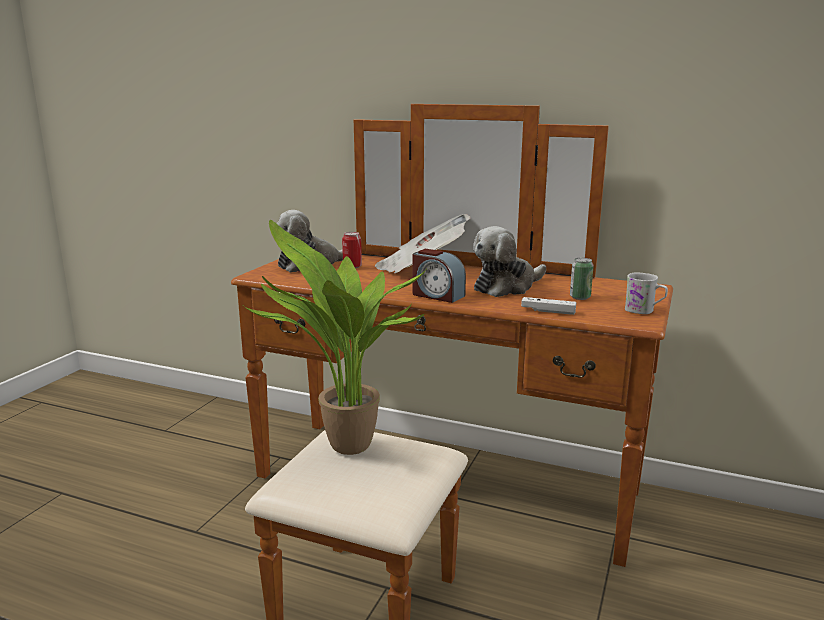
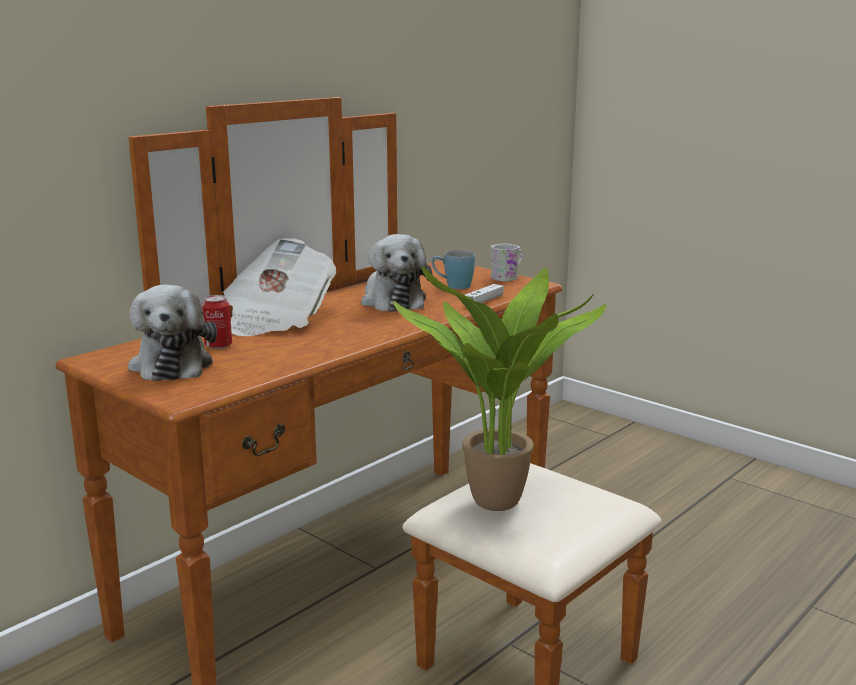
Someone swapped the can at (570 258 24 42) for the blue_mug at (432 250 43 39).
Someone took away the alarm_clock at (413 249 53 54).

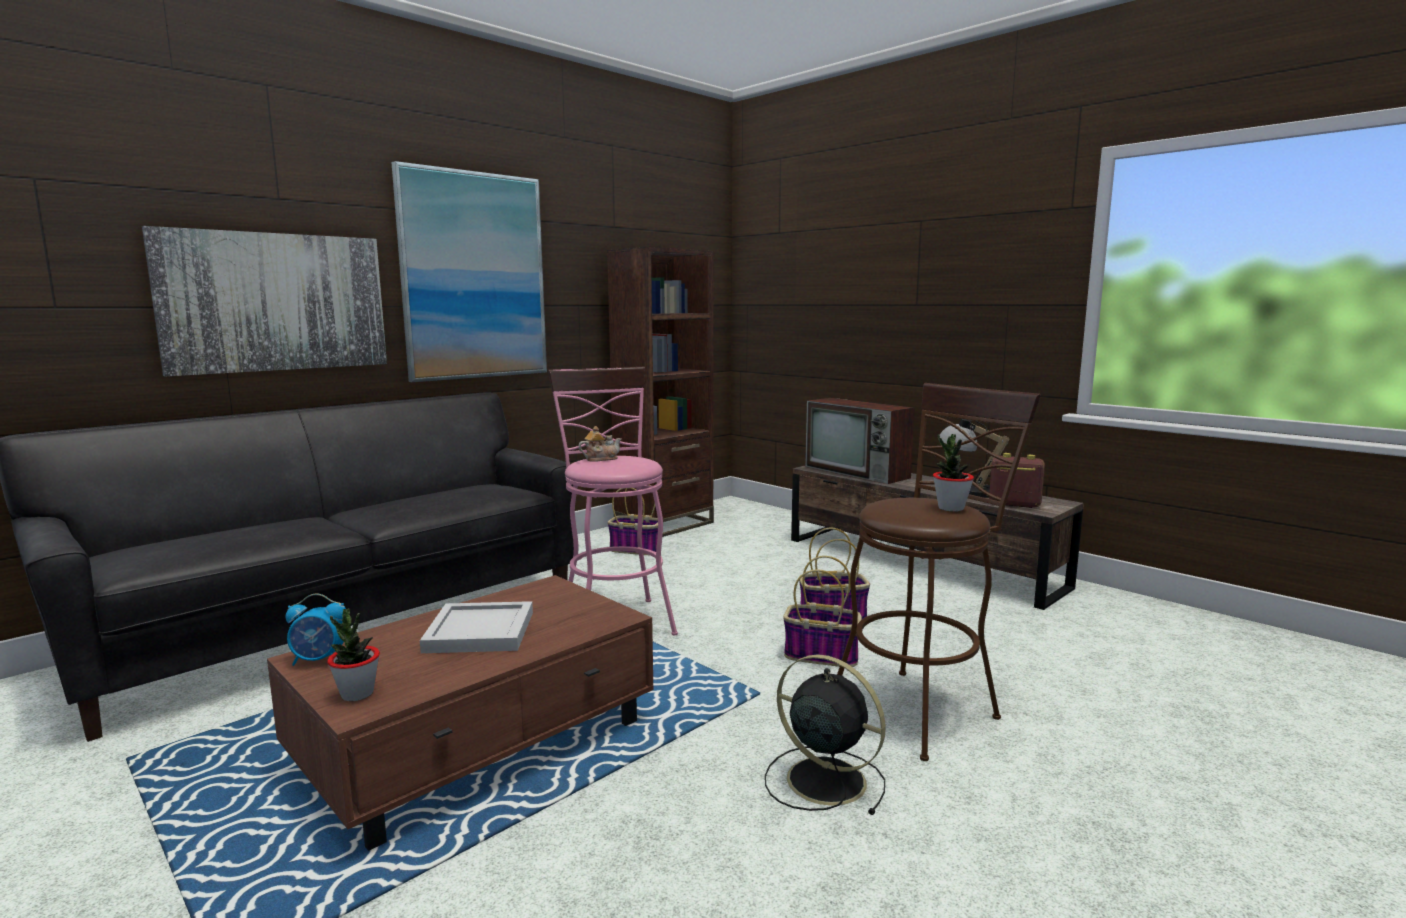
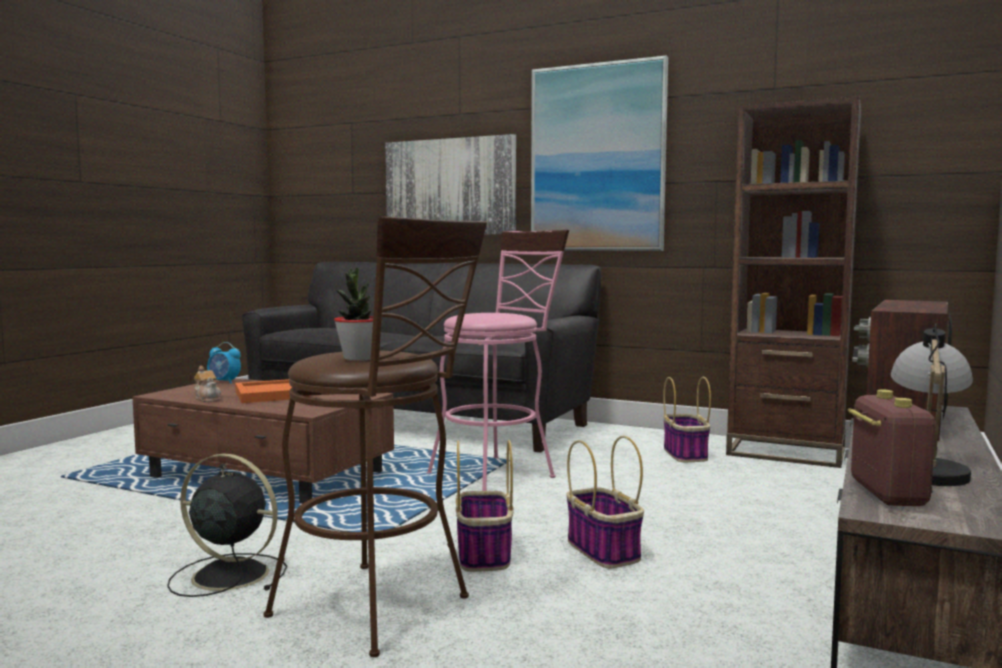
Someone rotated the black_fan at (765 654 121 161) by 90 degrees counterclockwise.
Someone carried the teapot from (578 426 44 36) to (194 366 27 36).
Someone rotated the alarm_clock at (286 594 60 72) by 45 degrees counterclockwise.
Someone repainted the white_tray at (420 601 113 52), which became the orange_tray at (235 379 75 24).
Someone took away the potted_plant at (327 608 53 93).

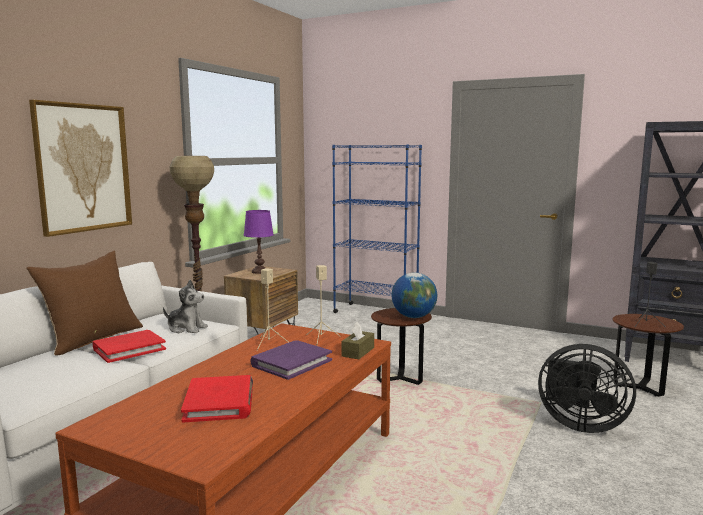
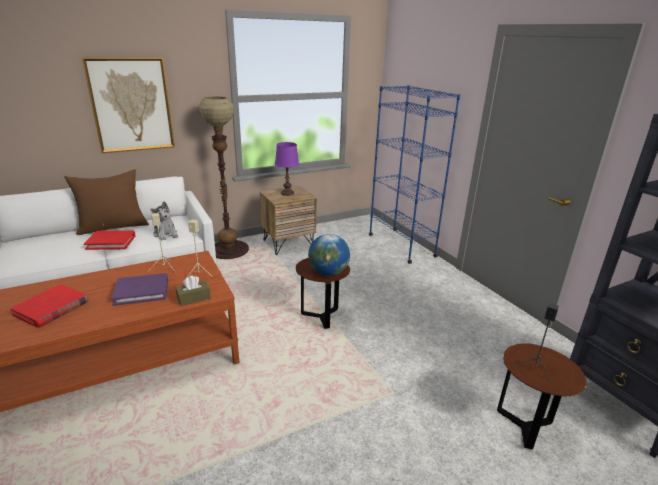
Someone took away the black_fan at (538 344 98 89).

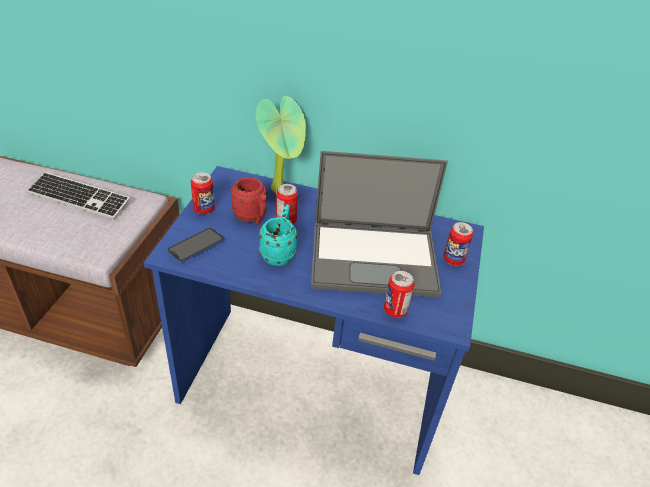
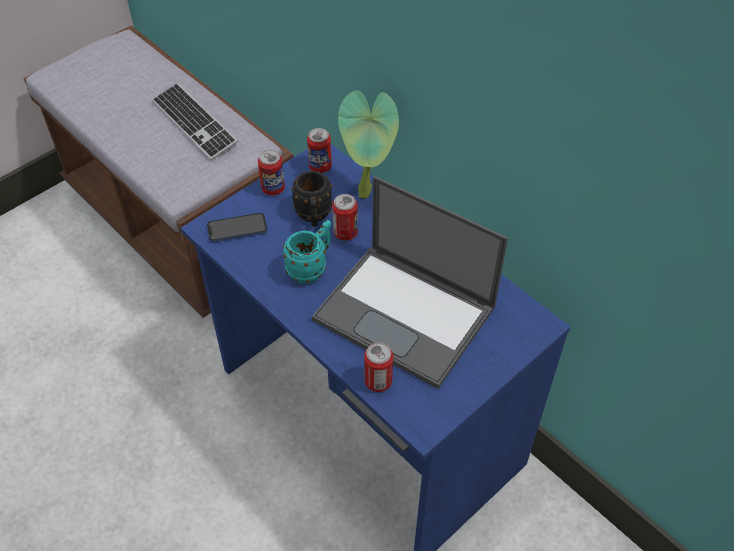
Someone repainted the red_mug at (231 177 36 47), which became the black_mug at (291 171 42 55).
Someone carried the can from (443 222 30 44) to (307 128 25 45).

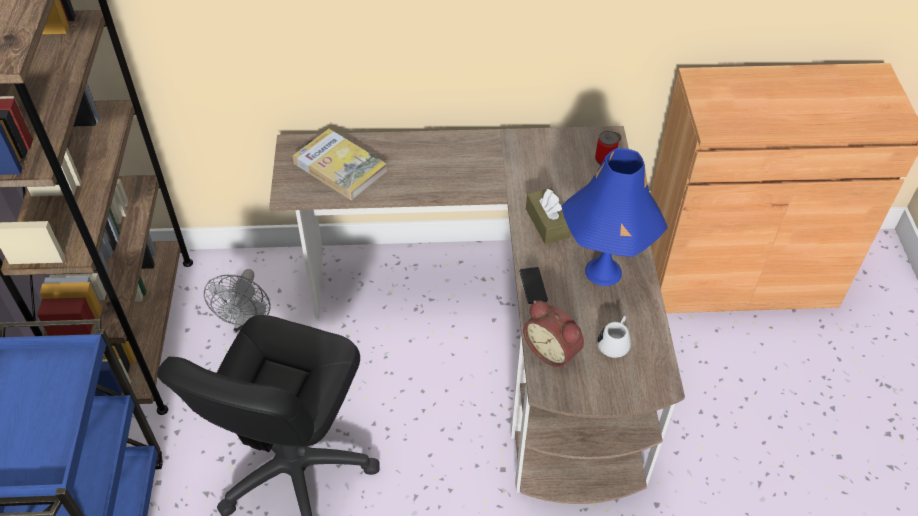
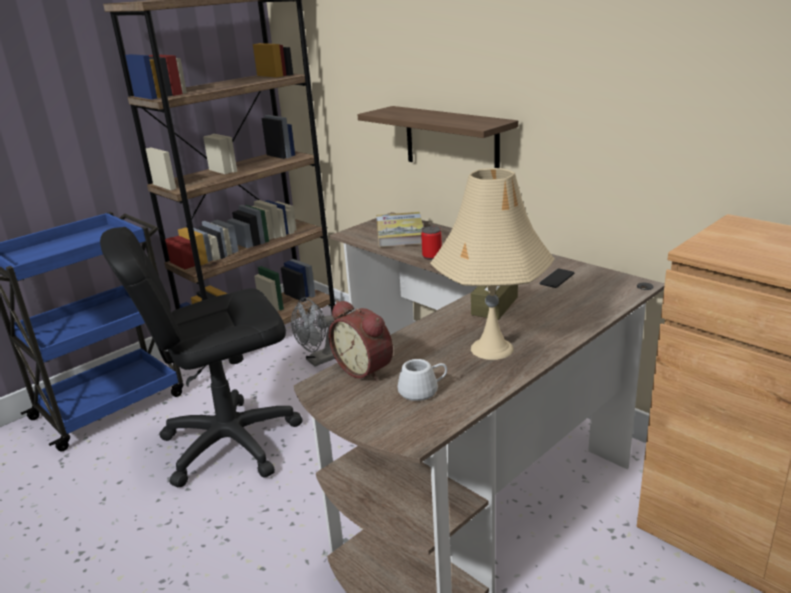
Someone rotated the alarm_clock at (523 300 61 68) by 45 degrees counterclockwise.
Someone put up the shelf at (357 106 161 62).
Someone carried the can from (595 131 24 34) to (421 226 21 34).
Someone repainted the blue_table_lamp at (561 148 107 138), which became the beige_table_lamp at (430 168 124 192).
Someone carried the phone from (519 267 29 37) to (539 268 36 20).

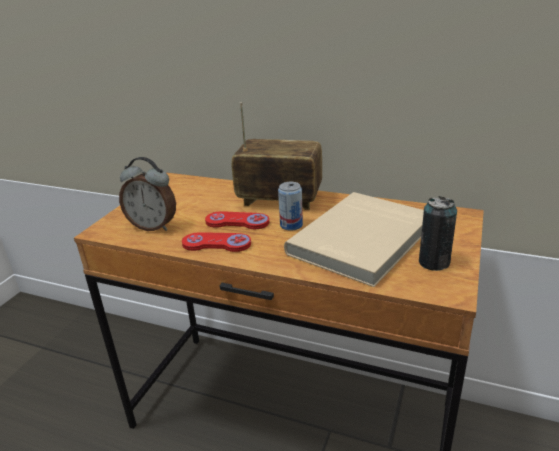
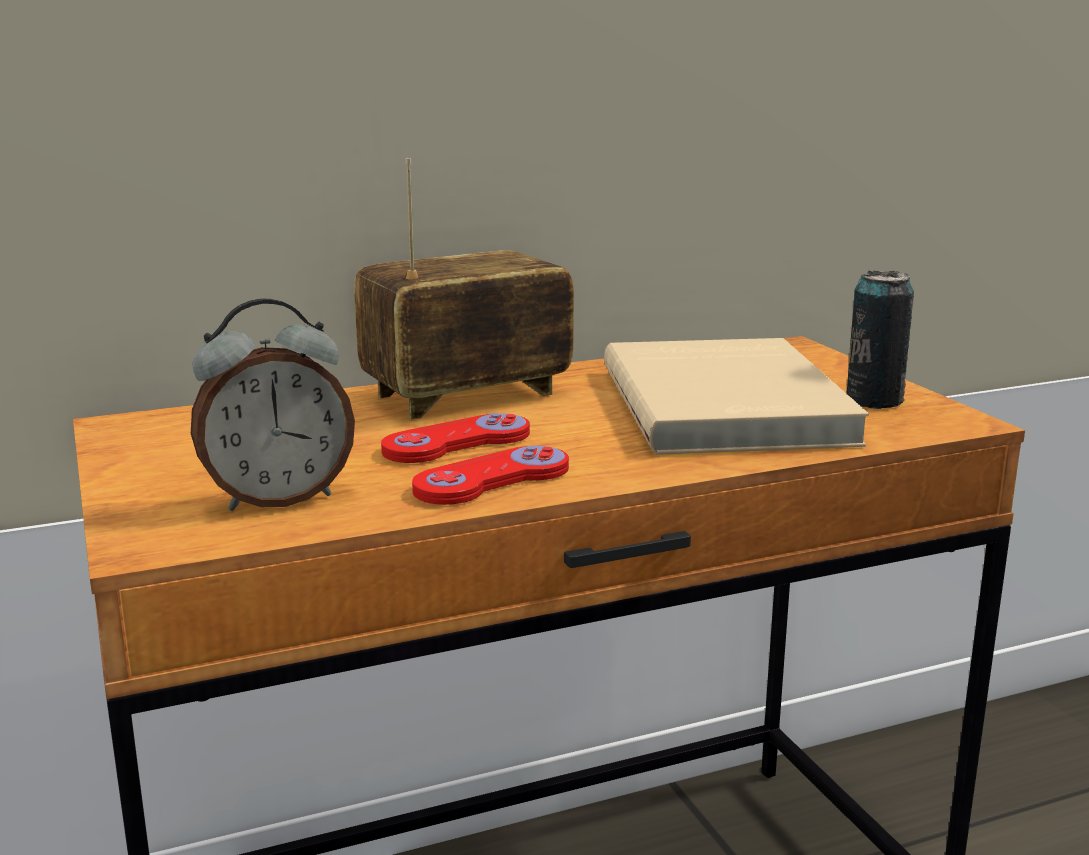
Someone took away the can at (278 182 25 49).

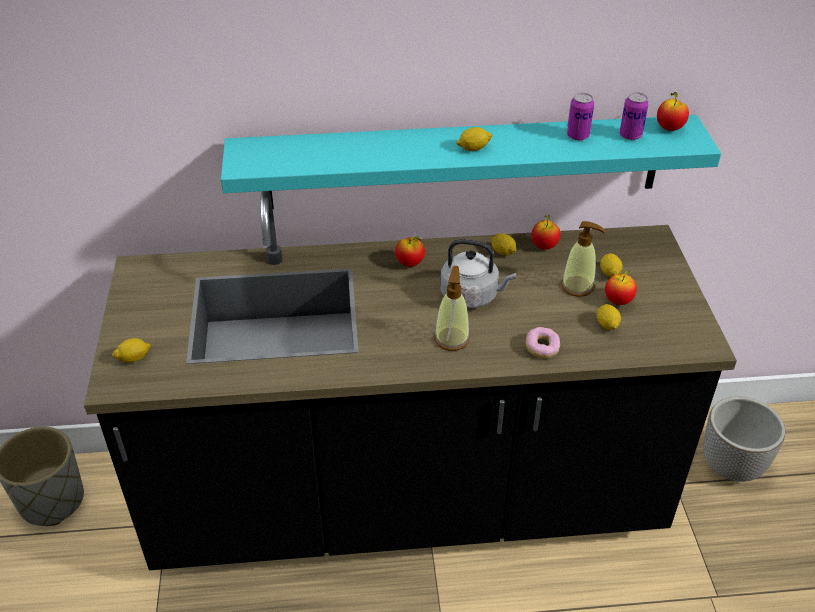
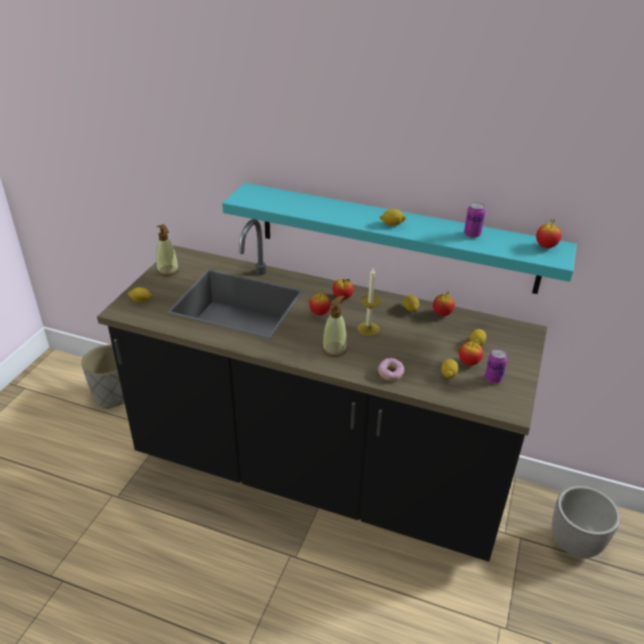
Someone carried the soap_dispenser from (561 221 45 76) to (156 224 23 52).
Someone put down the apple at (309 289 22 26).
Someone swapped the grey_kettle at (440 239 76 69) for the candle at (357 268 23 68).
Someone carried the can from (620 92 29 48) to (485 349 22 35).

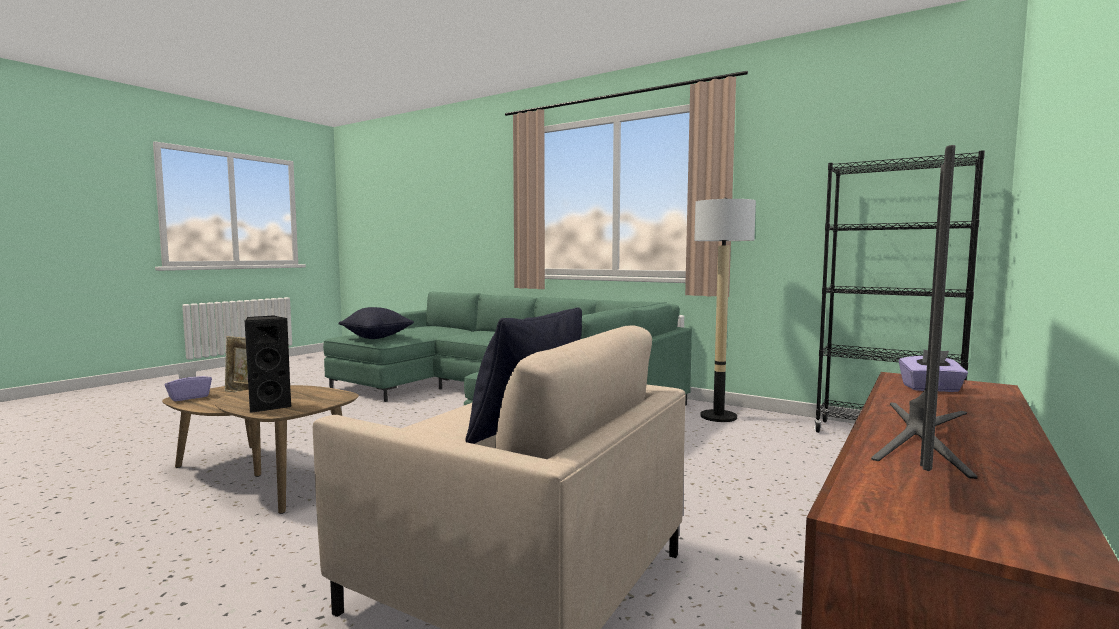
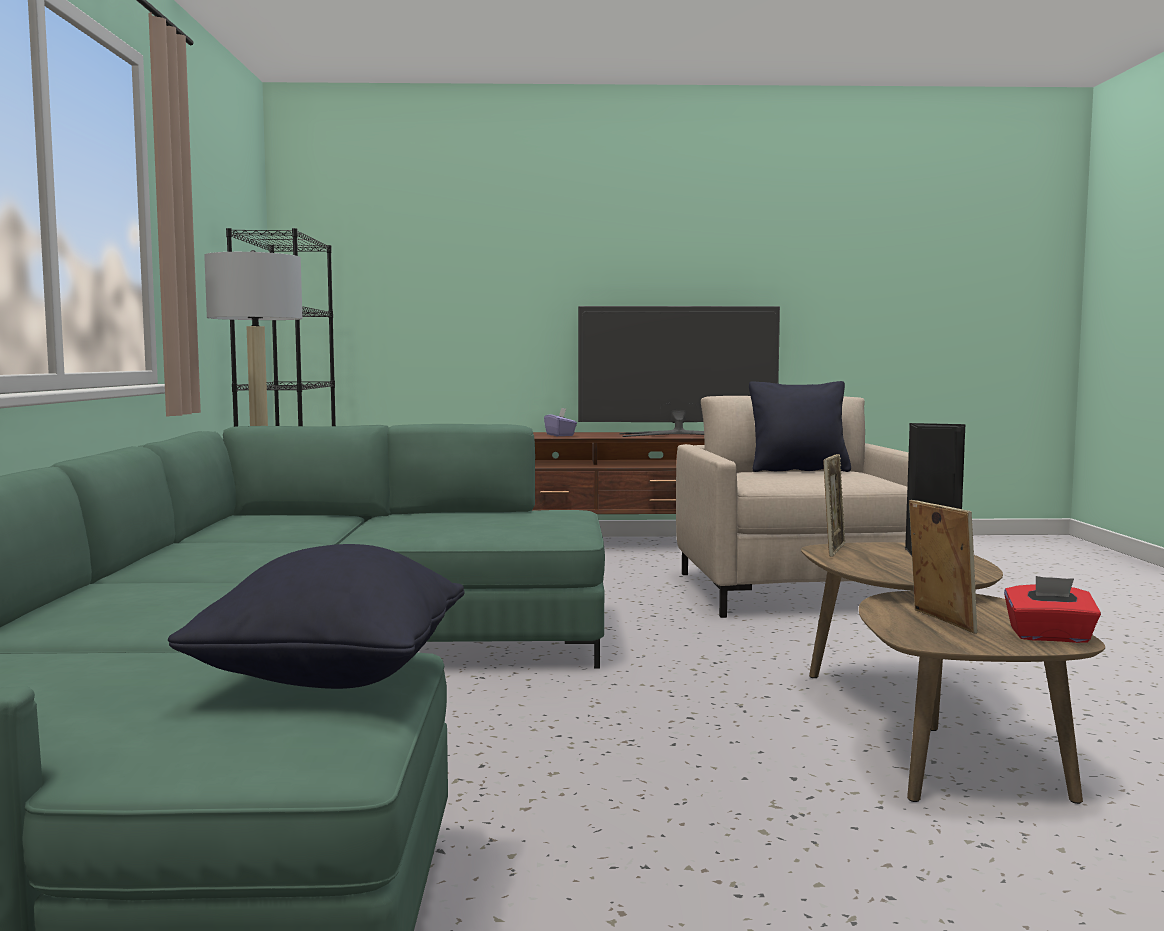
Someone put down the picture_frame at (823 454 23 103).
Someone repainted the purple_tissue_box at (165 368 47 33), which became the red_tissue_box at (1004 576 97 67).

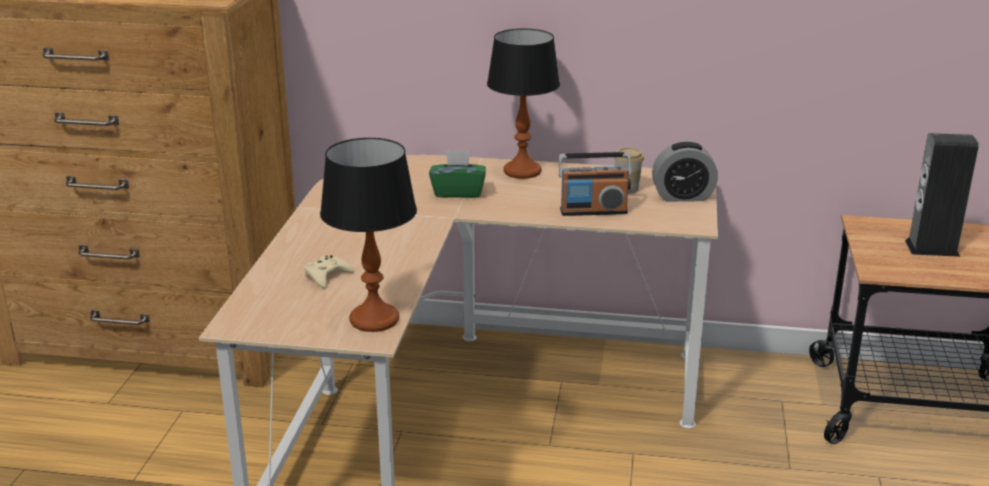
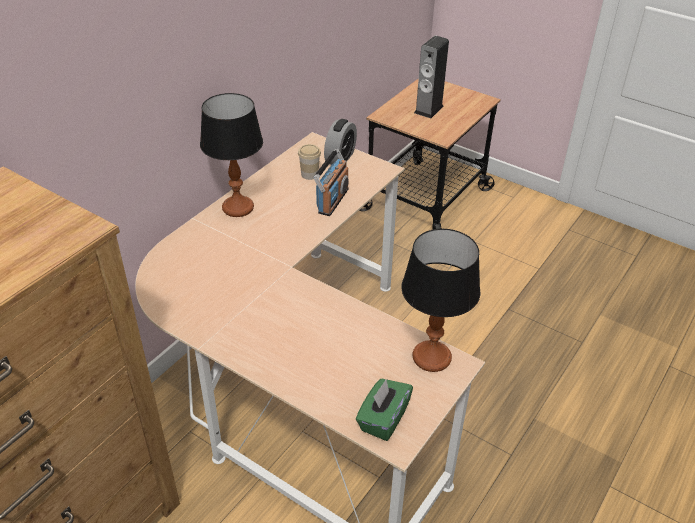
Someone carried the green_tissue_box from (429 150 57 48) to (356 379 57 62).
Someone took away the beige_game_controller at (304 255 50 34).

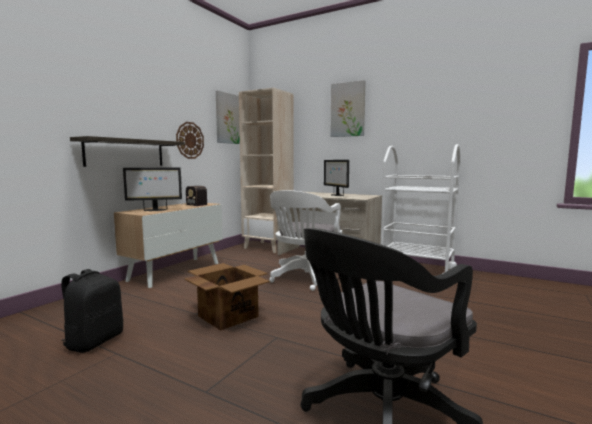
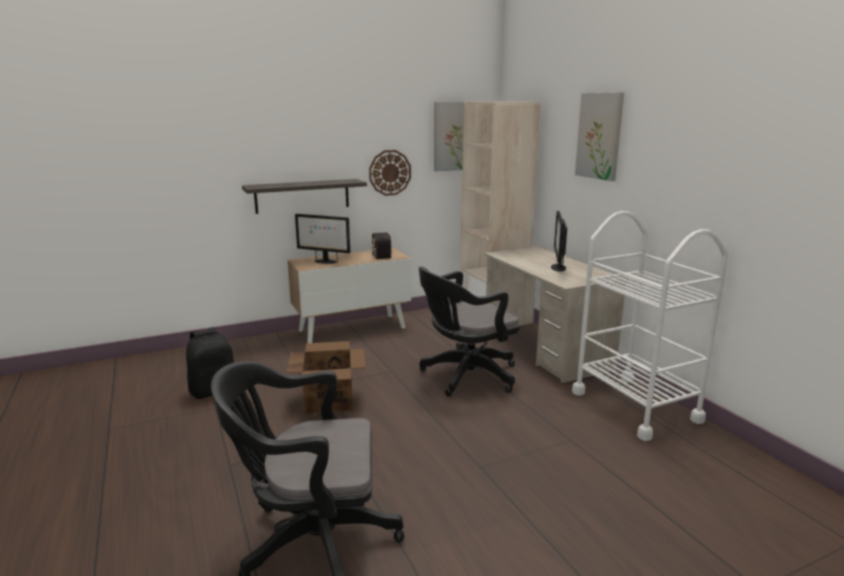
Someone repainted the white_office_chair at (269 190 73 101), which became the black_office_chair at (419 267 101 129).

